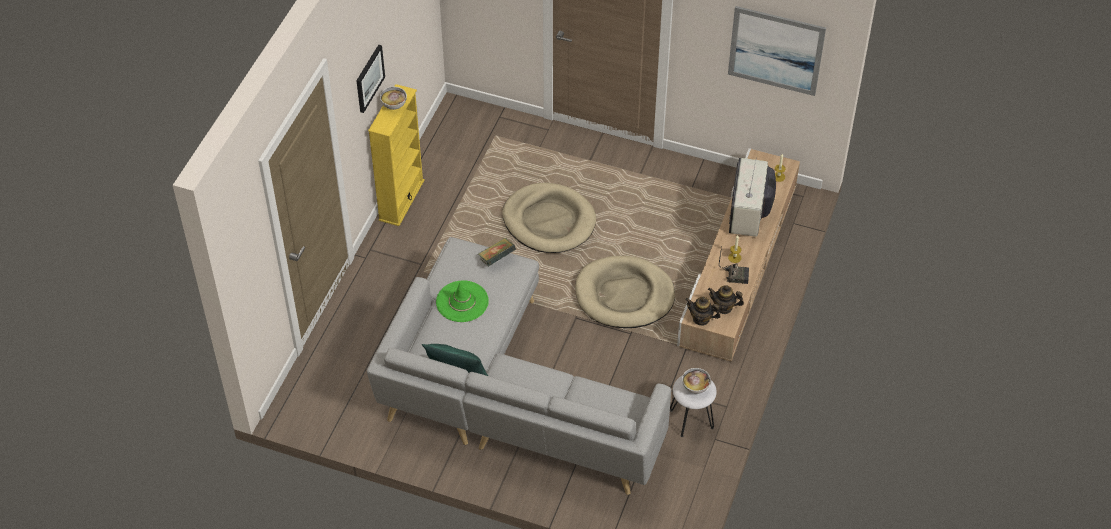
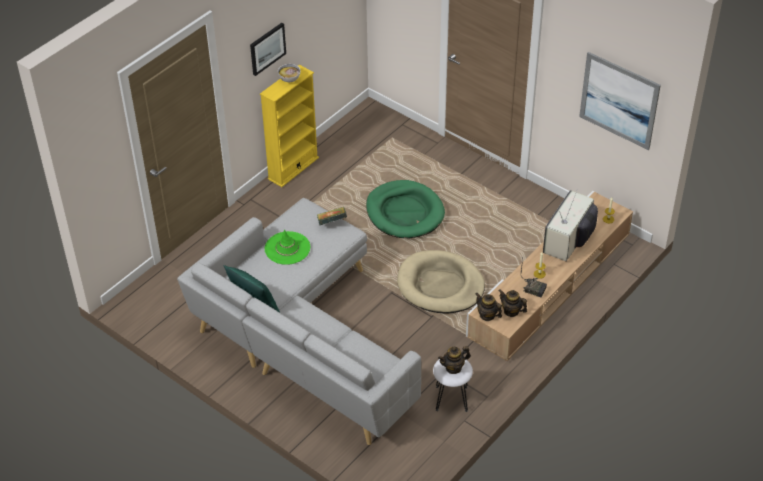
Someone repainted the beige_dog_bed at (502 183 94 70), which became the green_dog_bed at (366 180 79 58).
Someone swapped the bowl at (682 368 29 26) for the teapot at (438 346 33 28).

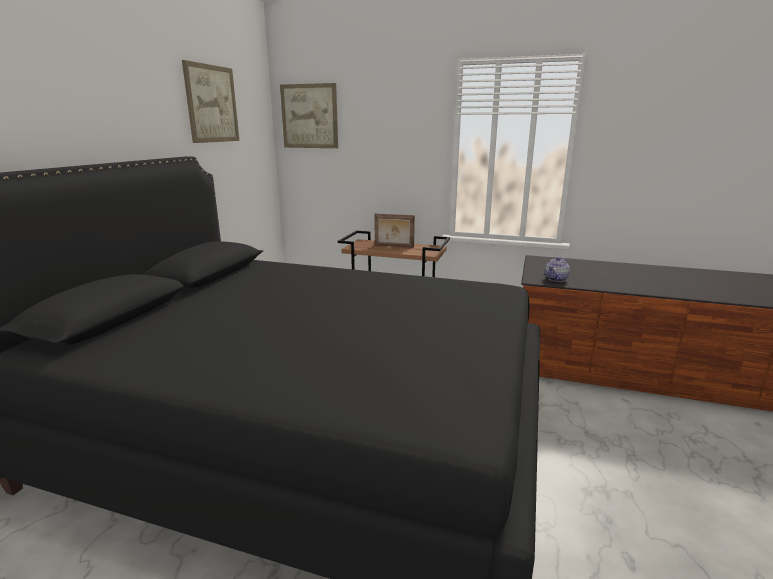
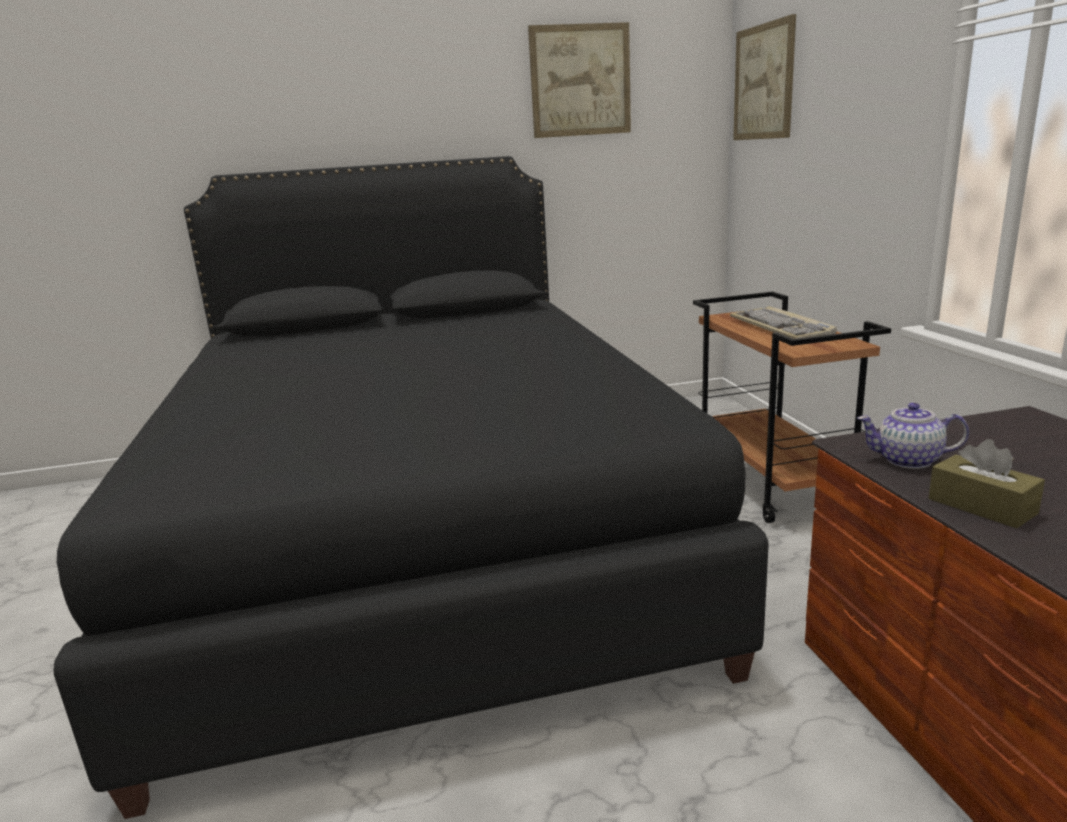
Someone swapped the picture_frame at (374 214 41 34) for the keyboard at (730 306 107 33).
Someone put down the brown_tissue_box at (929 439 116 89).

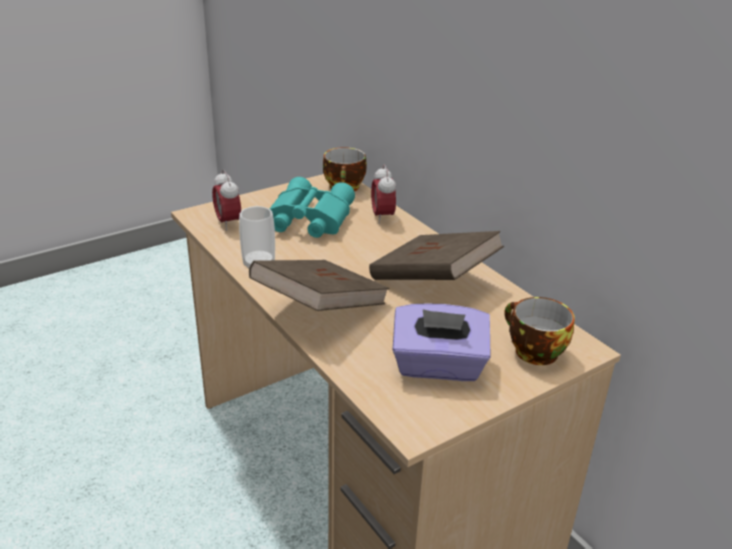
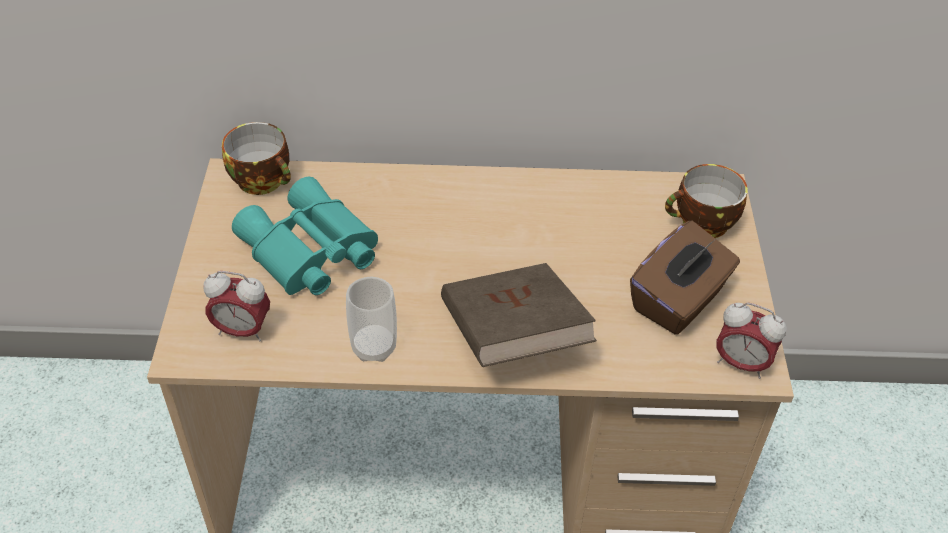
Someone repainted the purple_tissue_box at (392 303 99 78), which became the brown_tissue_box at (630 221 110 114).
Someone carried the alarm_clock from (371 165 25 59) to (716 302 70 77).
Someone took away the brown_book at (369 231 135 49).

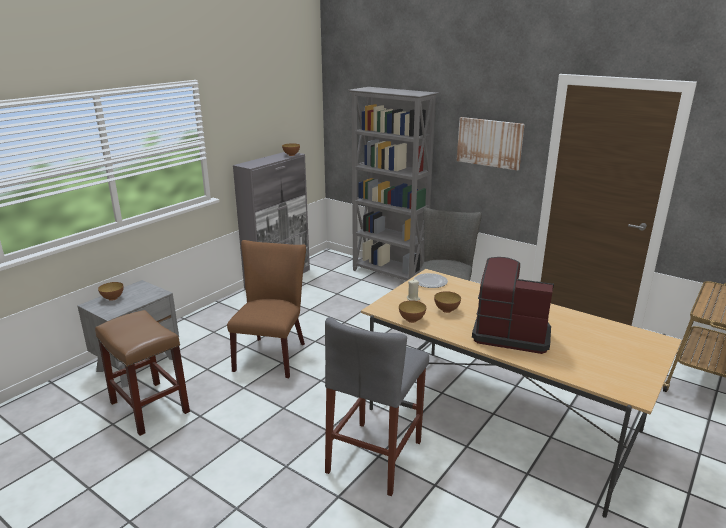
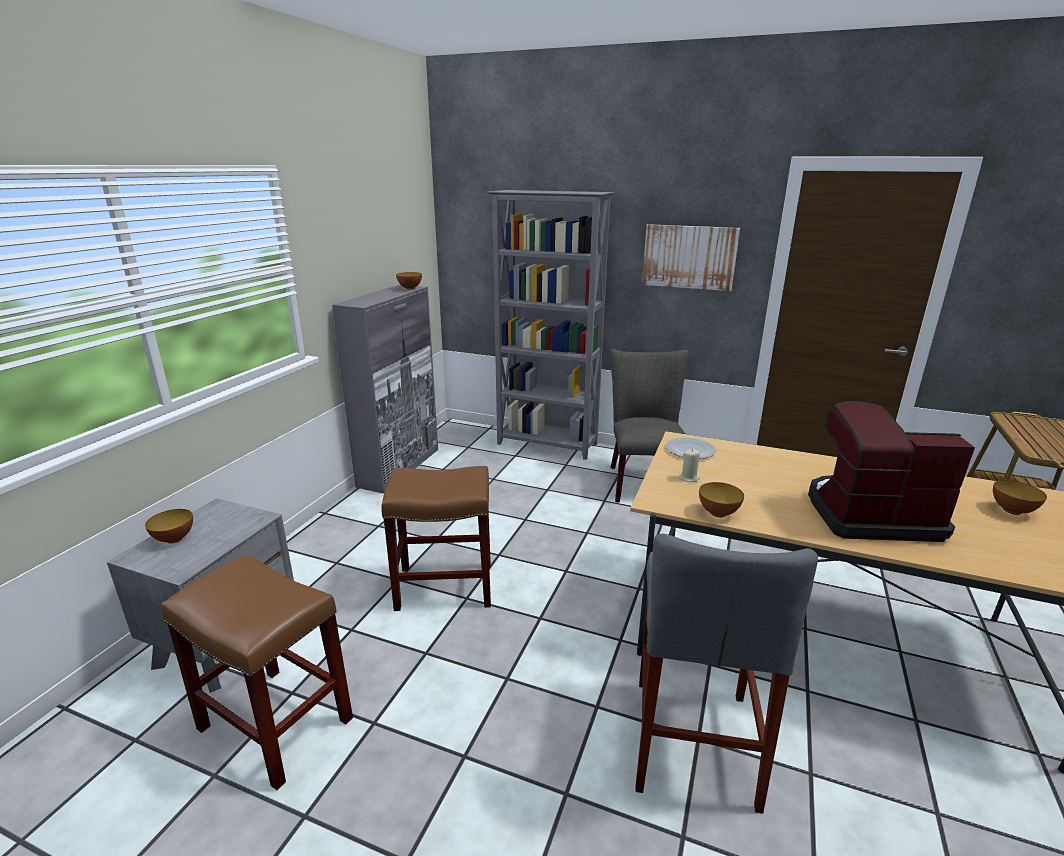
Someone swapped the brown_chair at (227 240 79 138) for the brown_stool at (381 466 110 145).
Someone carried the bowl from (434 291 27 22) to (993 480 54 35).

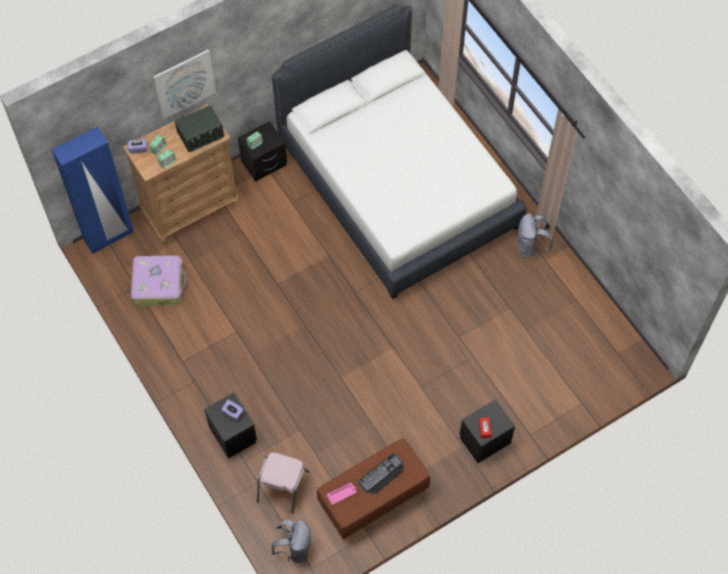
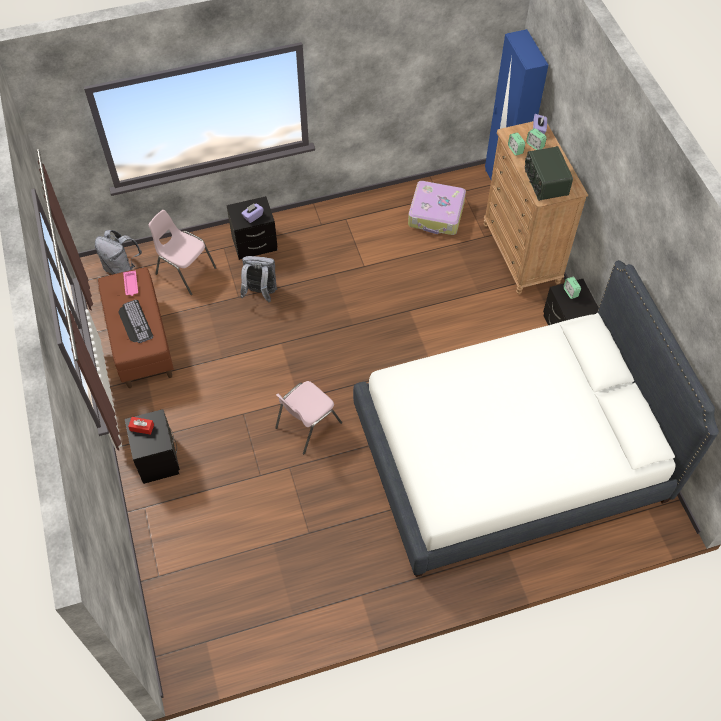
Someone carried the grey_backpack from (517 213 36 45) to (240 256 37 46).
Someone put down the pink_chair at (275 381 67 73).
Someone took away the picture at (153 49 63 70).

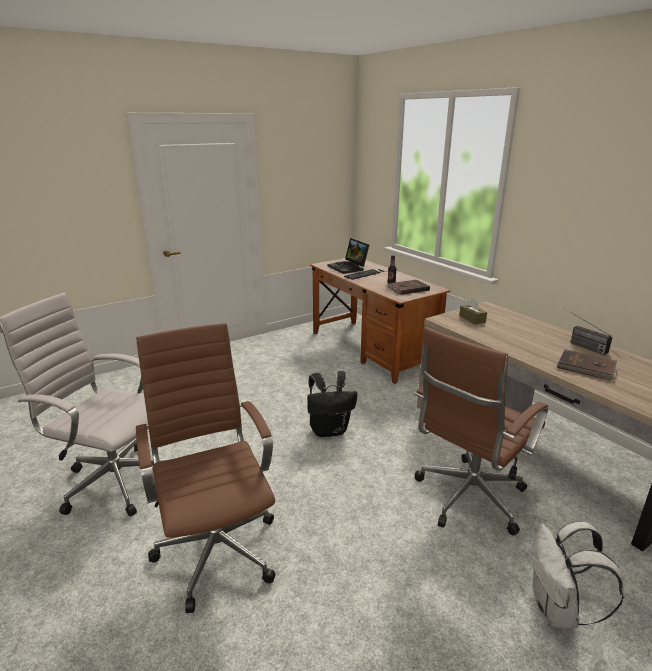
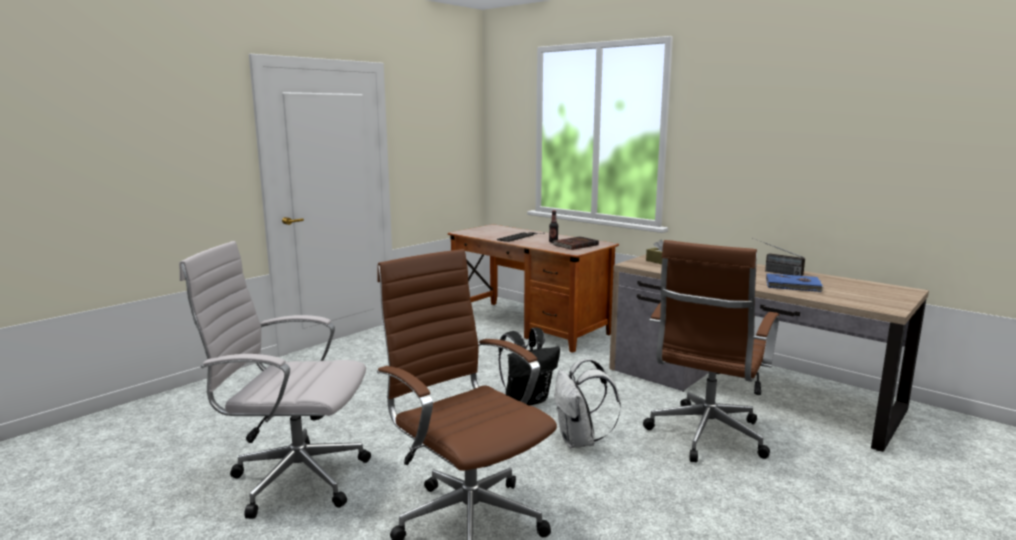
Someone carried the white_backpack from (531 521 93 108) to (554 358 67 90).
Someone repainted the brown_book at (557 349 61 32), which became the blue_book at (766 273 58 19).
Someone took away the laptop at (328 238 41 36).

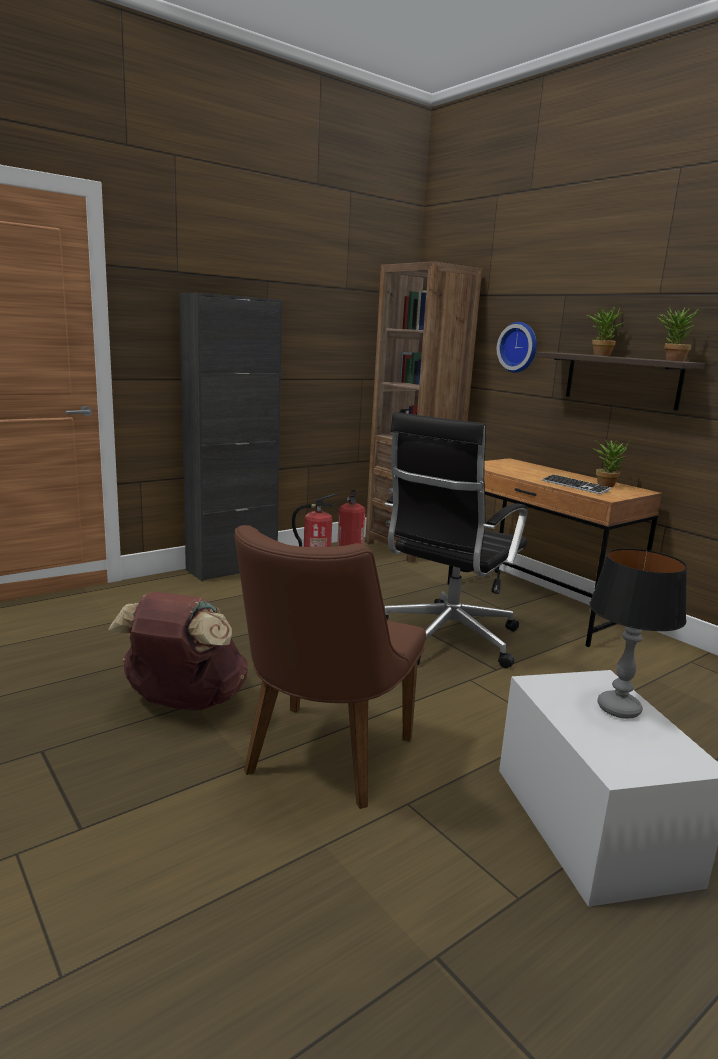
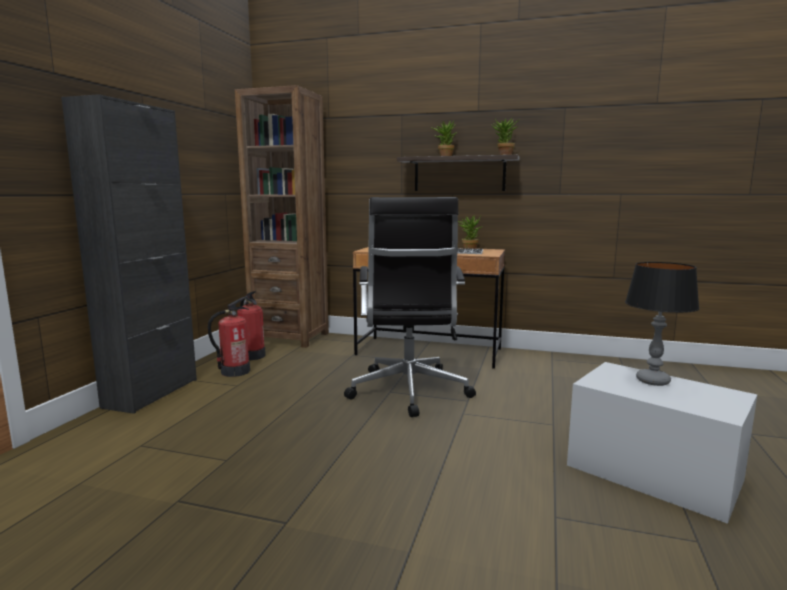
Someone took away the brown_backpack at (108 592 140 118).
Someone took away the brown_chair at (234 525 192 284).
Someone took away the wall_clock at (497 322 40 51).

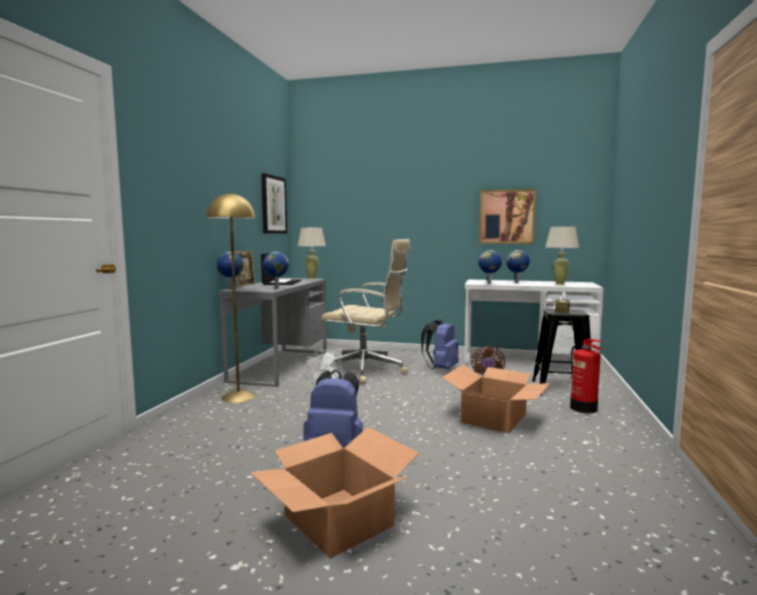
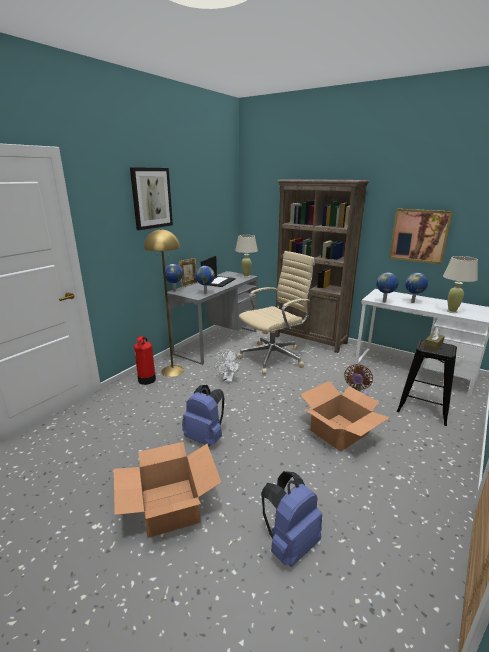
Someone carried the picture from (261 173 26 61) to (130 167 43 63).
Someone carried the fire_extinguisher from (570 339 32 74) to (134 336 22 49).
Someone rotated the beige_office_chair at (318 239 92 145) by 75 degrees counterclockwise.
Someone carried the blue_backpack from (421 319 38 50) to (261 471 61 96).
Someone put down the brown_bookcase at (275 179 95 174).

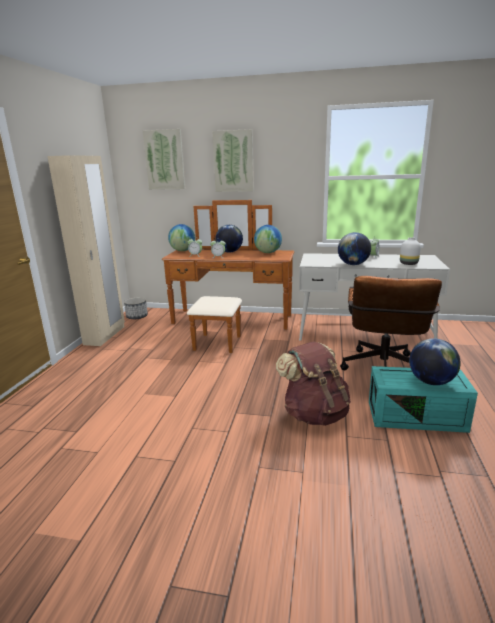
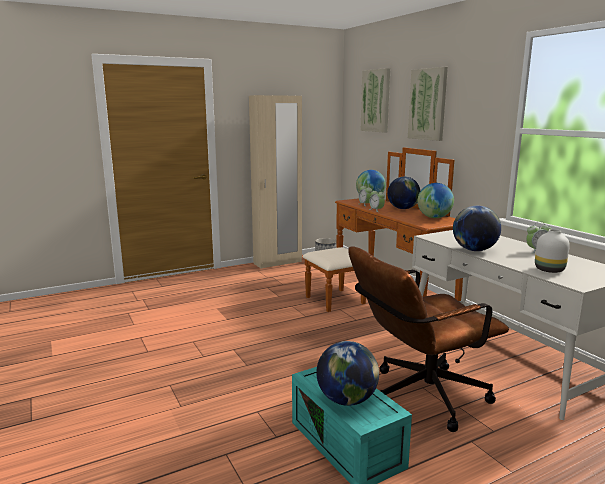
Someone took away the brown_backpack at (276 341 75 85).

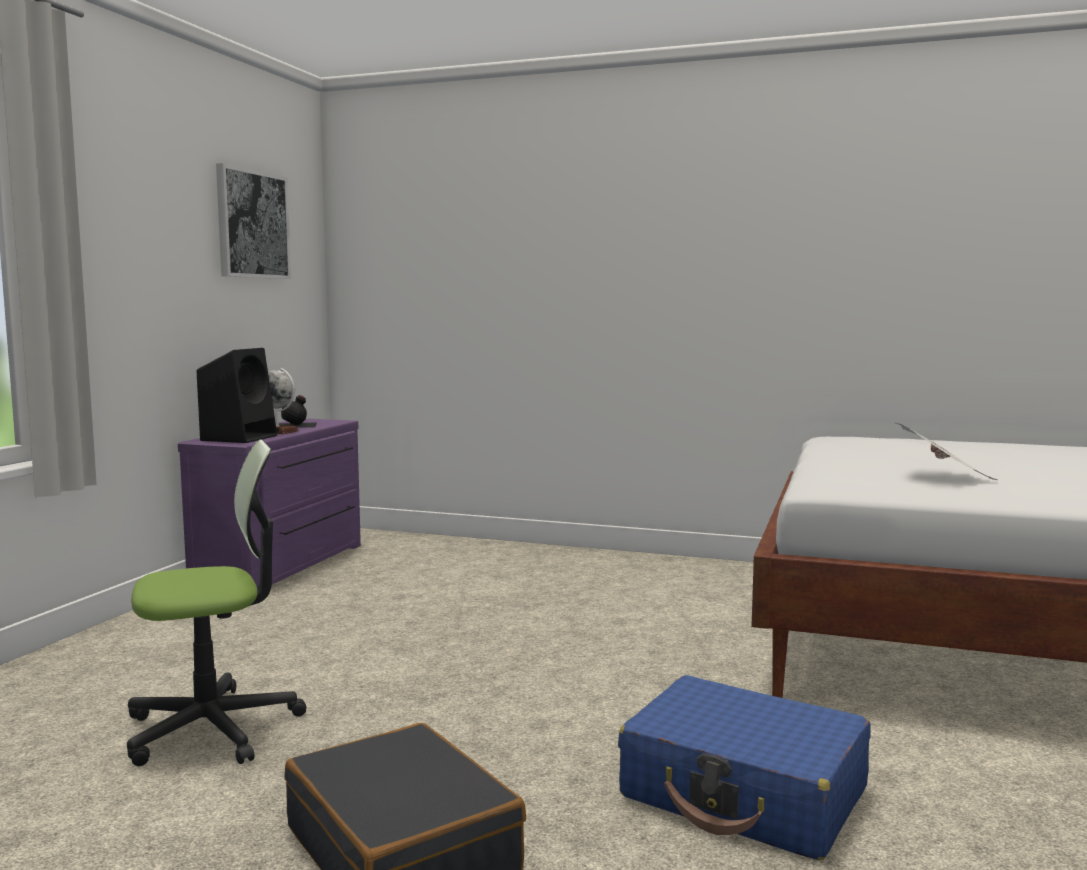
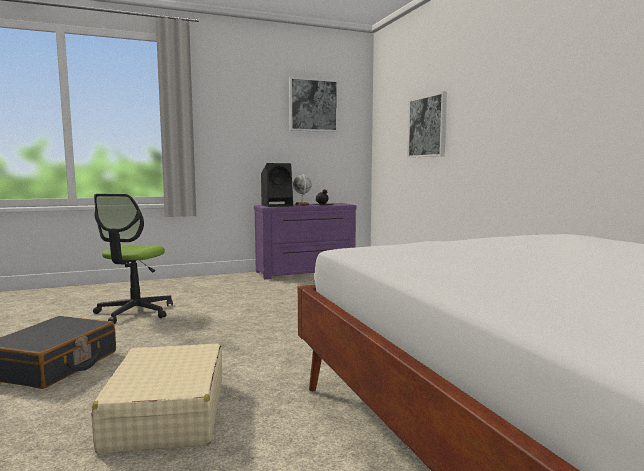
Someone repainted the blue_suitcase at (618 675 253 185), which became the beige_suitcase at (91 344 131 110).
Someone rotated the office_chair at (127 440 180 326) by 75 degrees clockwise.
Someone put up the picture at (407 91 40 67).
Someone took away the newspaper at (896 423 101 57).

